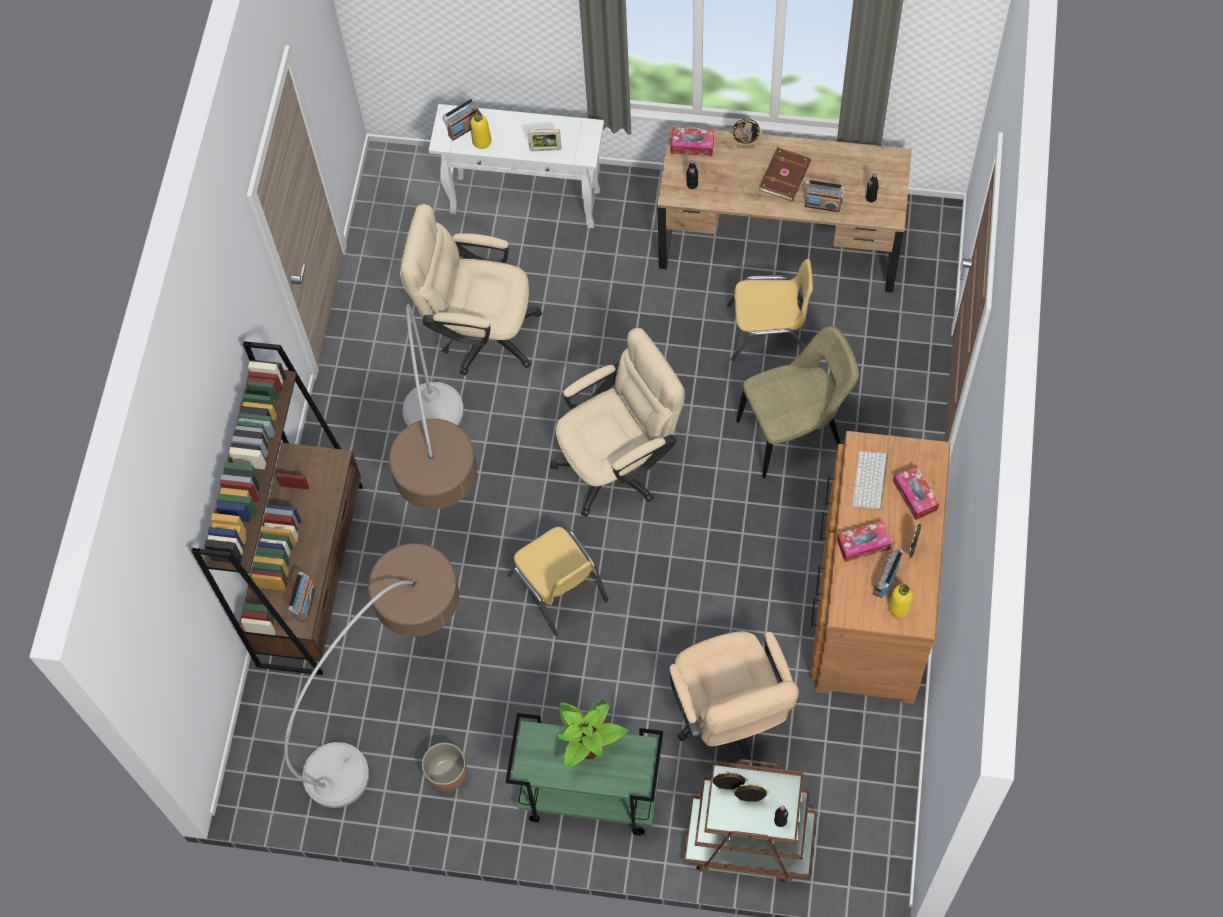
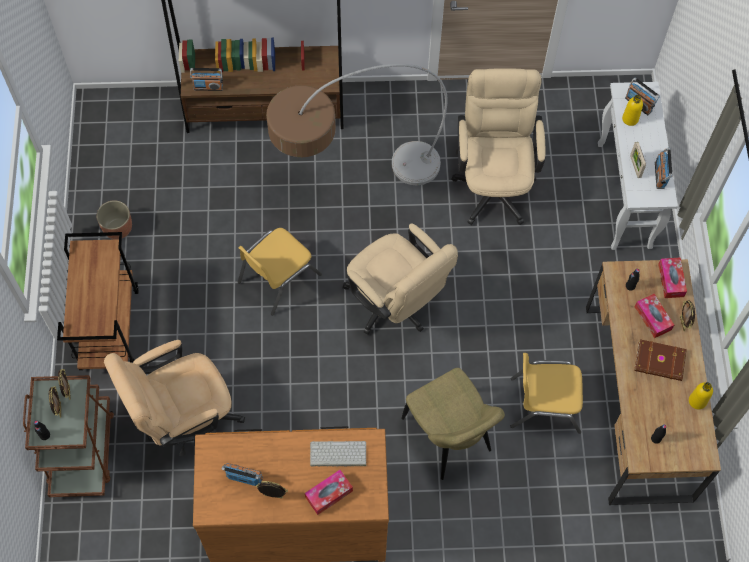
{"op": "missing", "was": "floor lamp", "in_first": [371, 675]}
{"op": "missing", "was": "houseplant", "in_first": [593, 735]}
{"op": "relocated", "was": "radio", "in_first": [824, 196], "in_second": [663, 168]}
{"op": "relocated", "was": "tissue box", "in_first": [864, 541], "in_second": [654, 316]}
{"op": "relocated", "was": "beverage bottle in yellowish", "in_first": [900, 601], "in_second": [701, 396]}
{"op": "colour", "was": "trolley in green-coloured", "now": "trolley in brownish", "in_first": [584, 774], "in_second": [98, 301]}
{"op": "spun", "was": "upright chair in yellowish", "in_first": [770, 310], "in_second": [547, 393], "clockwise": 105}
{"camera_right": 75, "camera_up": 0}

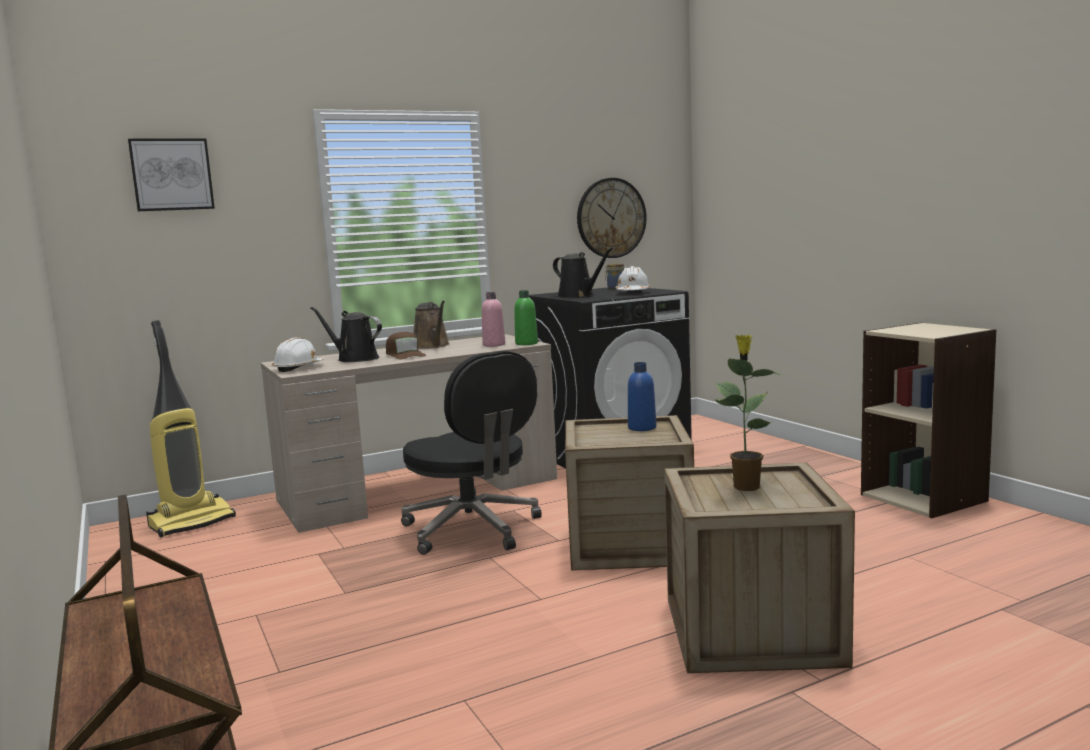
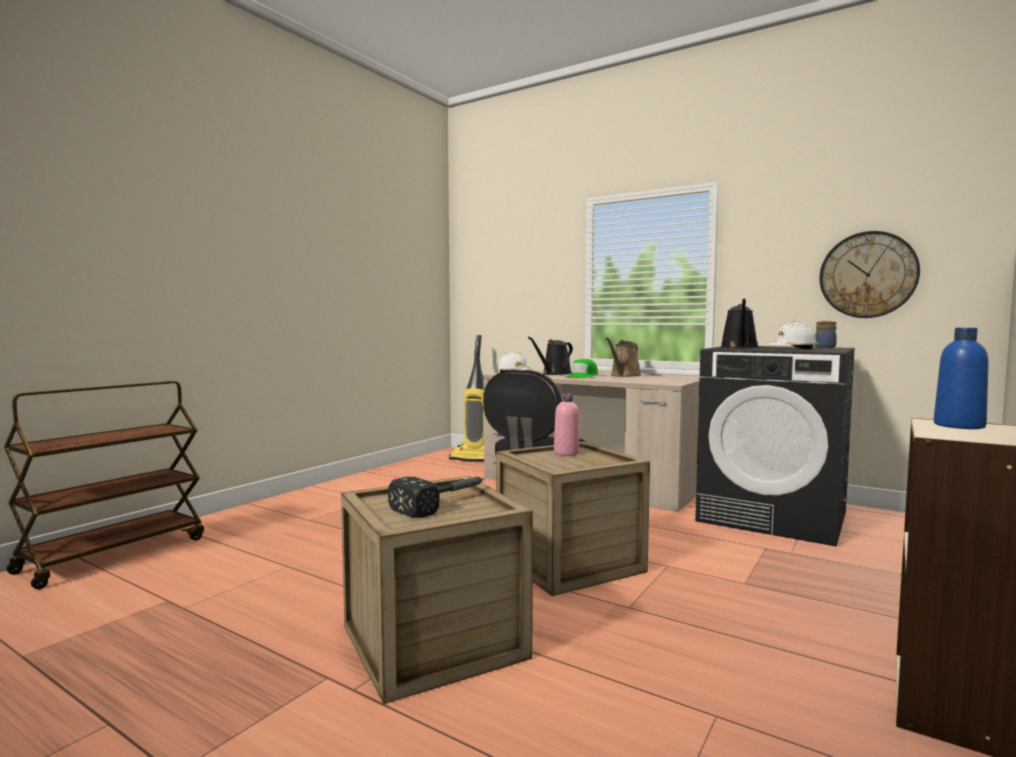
{"op": "missing", "was": "wall picture", "in_first": [171, 175]}
{"op": "missing", "was": "beverage bottle in green-coloured", "in_first": [526, 317]}
{"op": "relocated", "was": "beverage bottle in pink", "in_first": [493, 319], "in_second": [567, 424]}
{"op": "relocated", "was": "beverage bottle in blue", "in_first": [642, 396], "in_second": [961, 378]}
{"op": "exchanged", "was": "houseplant", "now": "hammer", "in_first": [748, 413], "in_second": [436, 497]}
{"op": "colour", "was": "baseball cap in brownish", "now": "baseball cap in green-coloured", "in_first": [406, 345], "in_second": [581, 368]}
{"op": "spun", "was": "watering pot in black-coloured", "in_first": [346, 334], "in_second": [550, 356], "clockwise": -135}
{"camera_right": 60, "camera_up": -5}

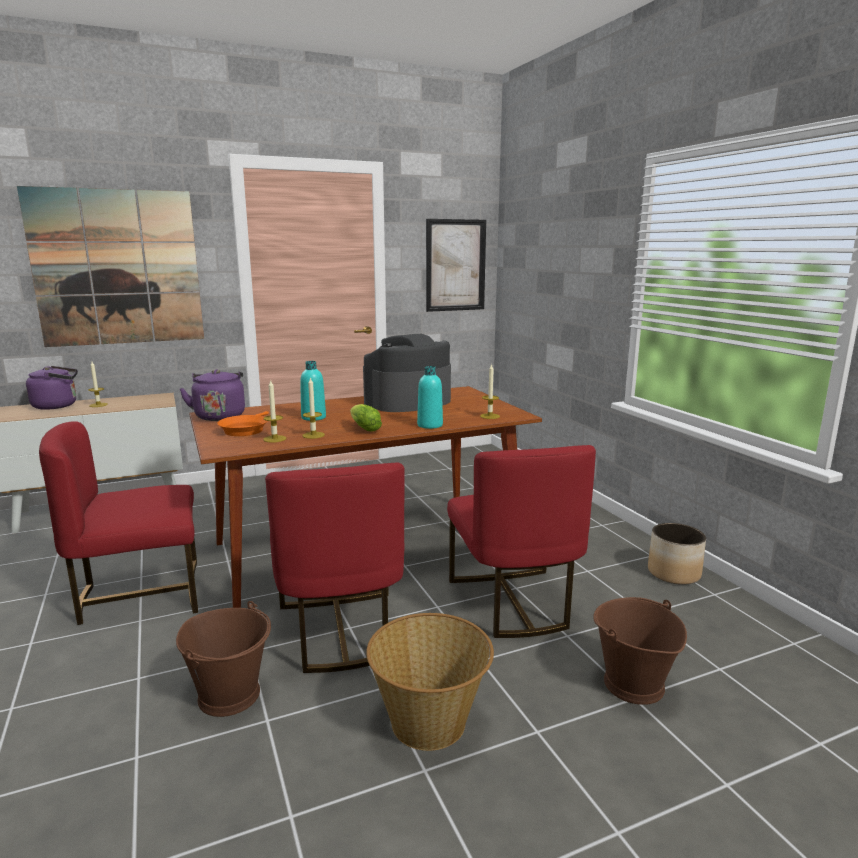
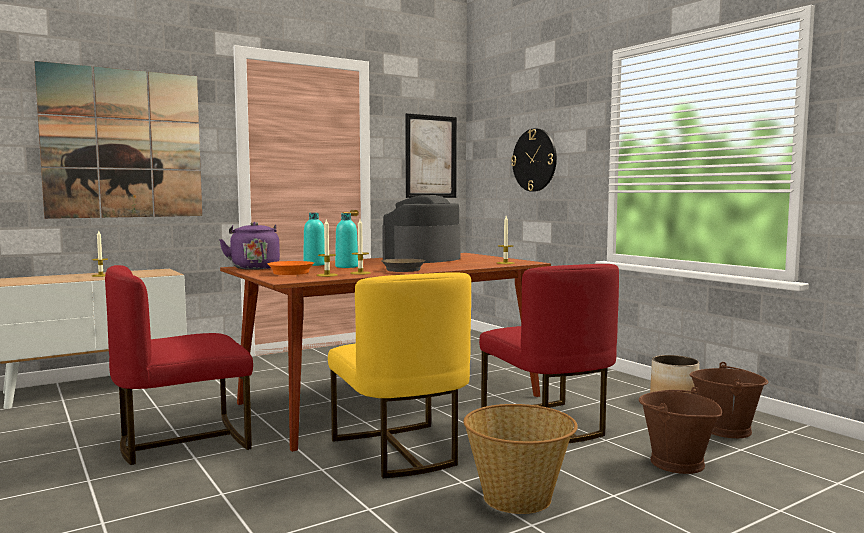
{"op": "missing", "was": "tea kettle in purple-coloured", "in_first": [52, 388]}
{"op": "appeared", "now": "hanging clock", "in_second": [534, 160]}
{"op": "relocated", "was": "bucket in brownish", "in_first": [223, 659], "in_second": [728, 400]}
{"op": "relocated", "was": "beverage bottle in blue-green", "in_first": [430, 397], "in_second": [314, 239]}
{"op": "exchanged", "was": "head of lettuce", "now": "frying pan in brownish", "in_first": [366, 418], "in_second": [403, 265]}
{"op": "colour", "was": "upright chair in red", "now": "upright chair in yellowish", "in_first": [335, 567], "in_second": [399, 375]}
{"camera_right": -10, "camera_up": -10}

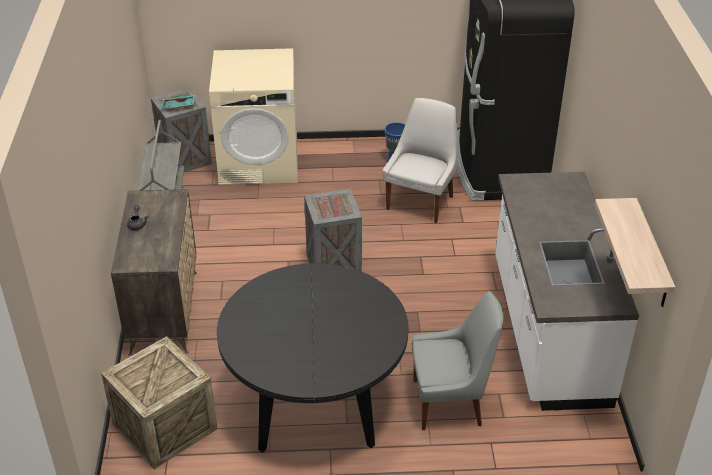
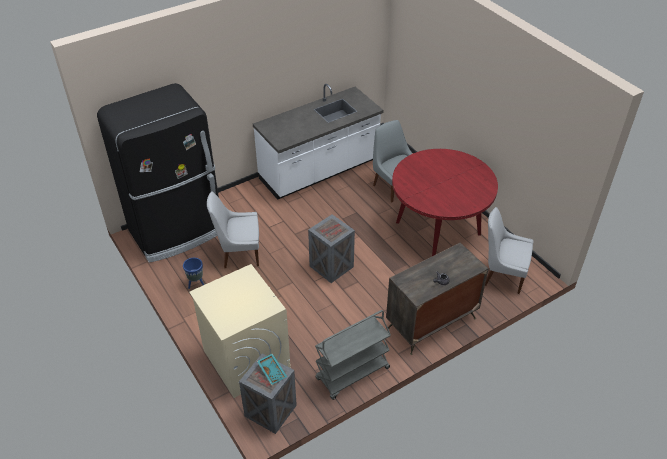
{"op": "missing", "was": "bracket shelf", "in_first": [634, 252]}
{"op": "exchanged", "was": "packing crate", "now": "upright chair in white", "in_first": [159, 402], "in_second": [509, 250]}
{"op": "colour", "was": "dinner table in black-coloured", "now": "dinner table in red", "in_first": [312, 358], "in_second": [445, 202]}
{"camera_right": -120, "camera_up": 5}

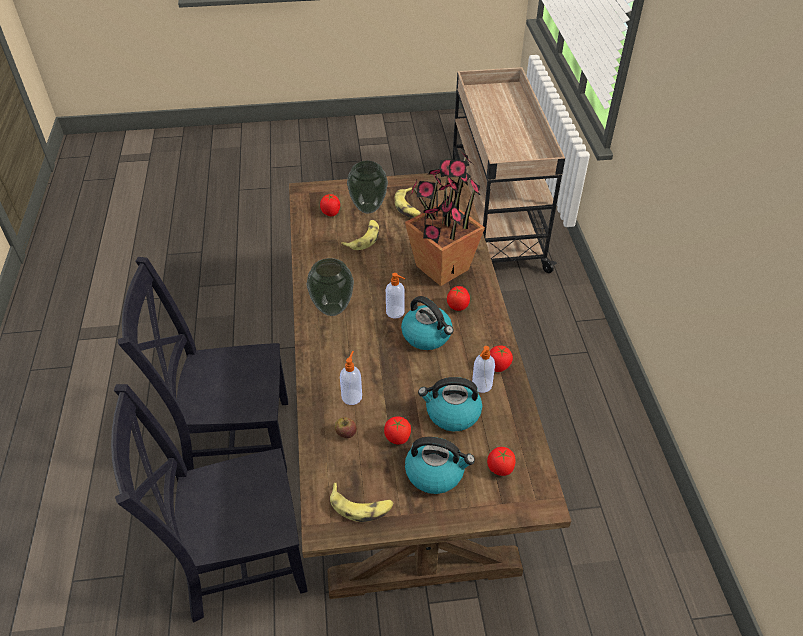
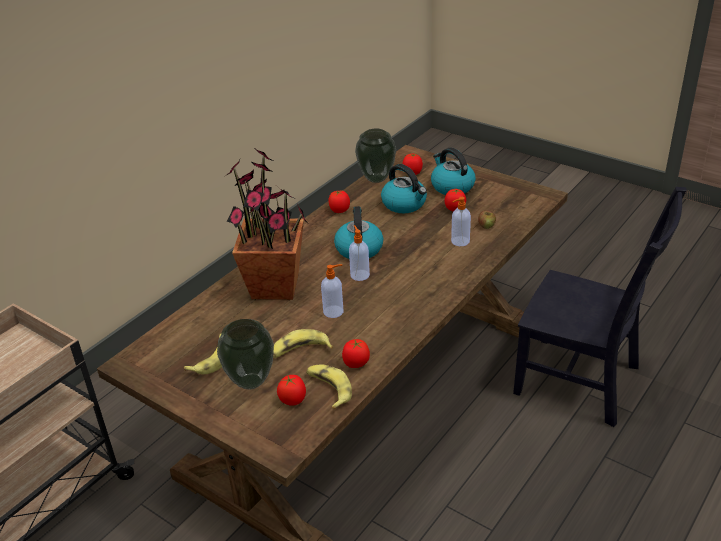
{"op": "missing", "was": "upright chair in black-coloured", "in_first": [202, 364]}
{"op": "relocated", "was": "vase", "in_first": [330, 287], "in_second": [375, 156]}
{"op": "relocated", "was": "banana fruit", "in_first": [362, 502], "in_second": [329, 386]}
{"op": "relocated", "was": "fresh tomato", "in_first": [458, 298], "in_second": [356, 353]}
{"op": "relocated", "was": "soap dispenser", "in_first": [483, 369], "in_second": [332, 291]}
{"camera_right": -135, "camera_up": -10}

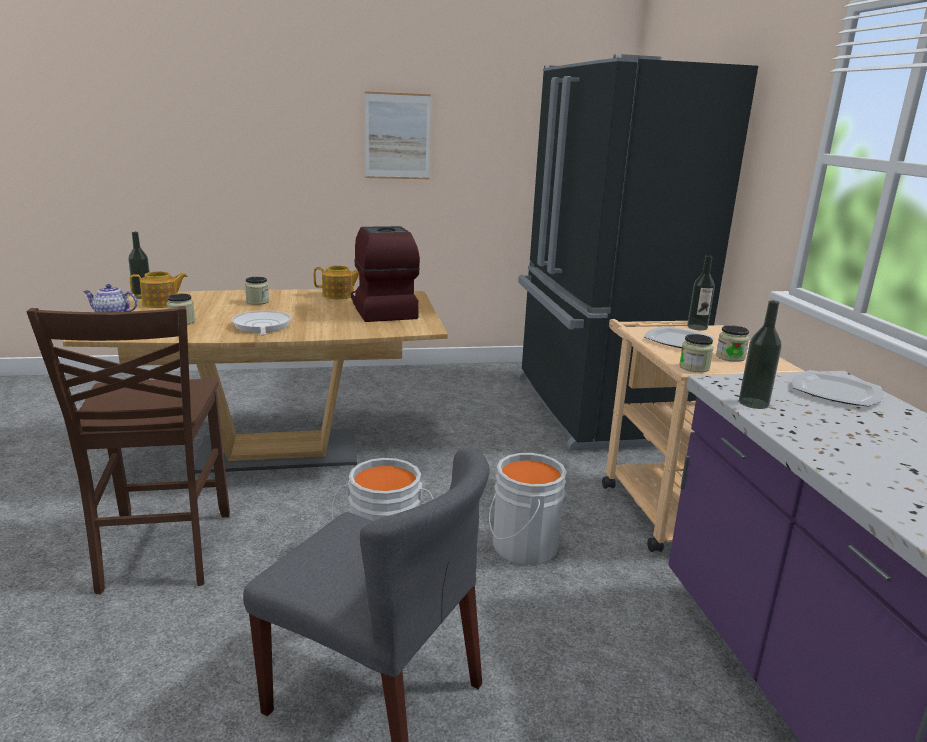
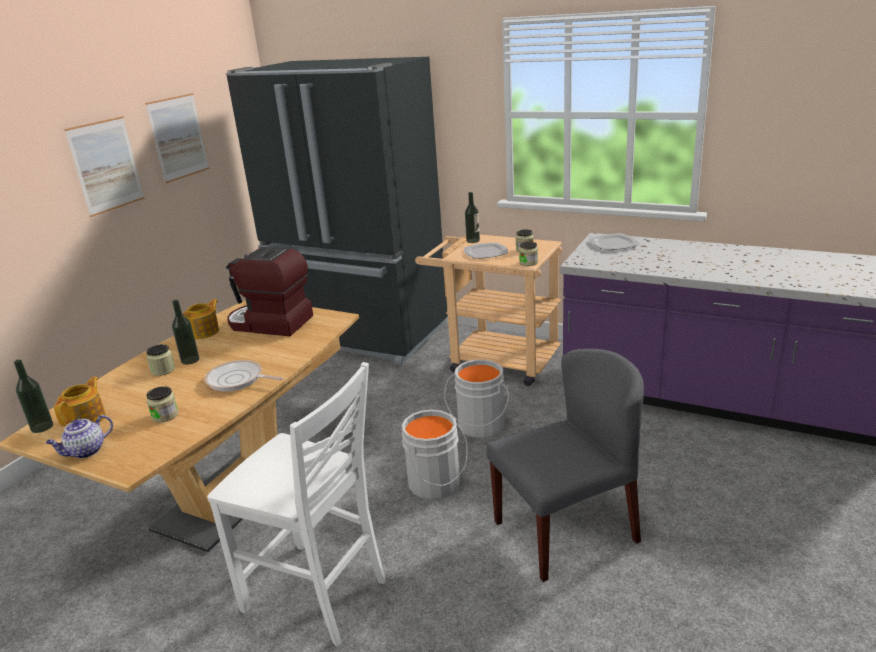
{"op": "appeared", "now": "wall picture", "in_second": [177, 138]}
{"op": "relocated", "was": "beverage bottle", "in_first": [760, 354], "in_second": [185, 332]}
{"op": "colour", "was": "upright chair in brownish", "now": "upright chair in white", "in_first": [128, 450], "in_second": [296, 504]}
{"camera_right": -50, "camera_up": 5}

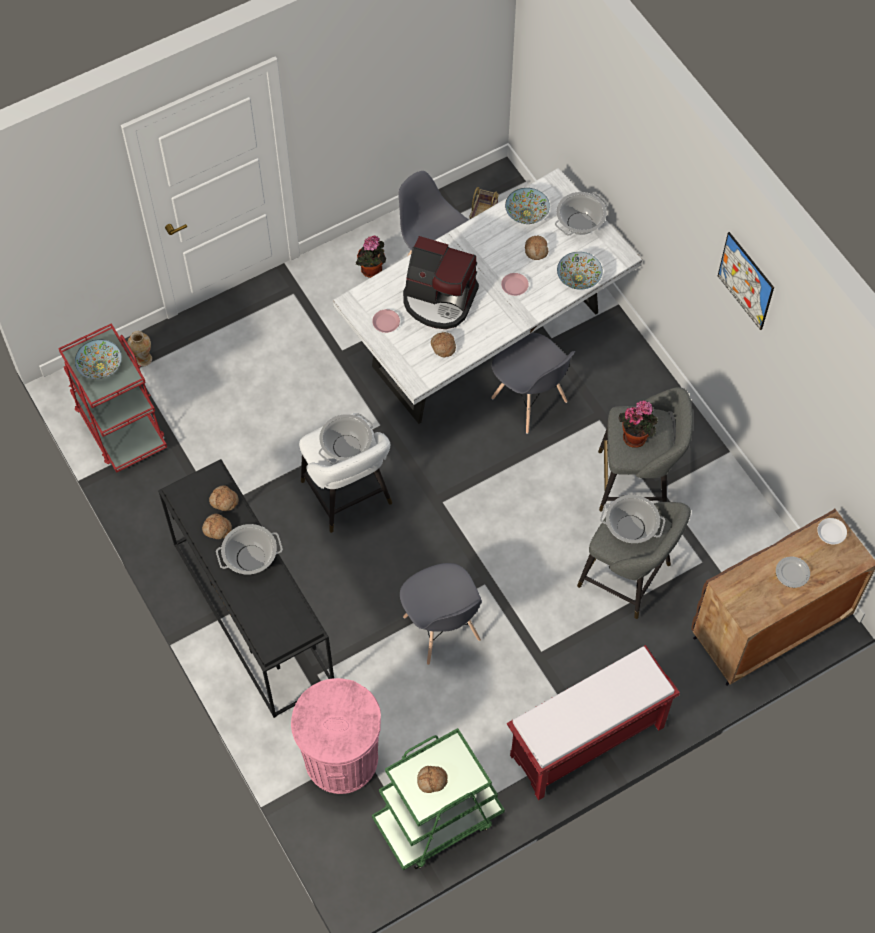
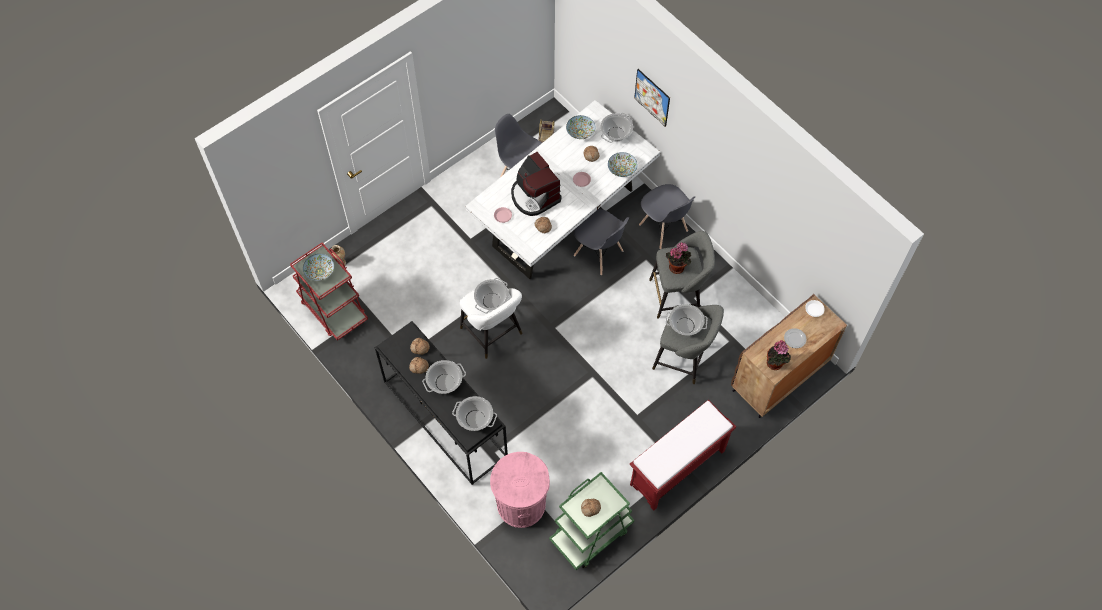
{"op": "appeared", "now": "cooking pot", "in_second": [474, 413]}
{"op": "relocated", "was": "houseplant", "in_first": [371, 257], "in_second": [779, 355]}
{"op": "relocated", "was": "upright chair in grey", "in_first": [441, 614], "in_second": [667, 216]}
{"op": "relocated", "was": "wall picture", "in_first": [746, 281], "in_second": [652, 98]}
{"op": "spun", "was": "coffee brewer", "in_first": [441, 282], "in_second": [536, 184], "clockwise": 45}
{"camera_right": -10, "camera_up": 0}

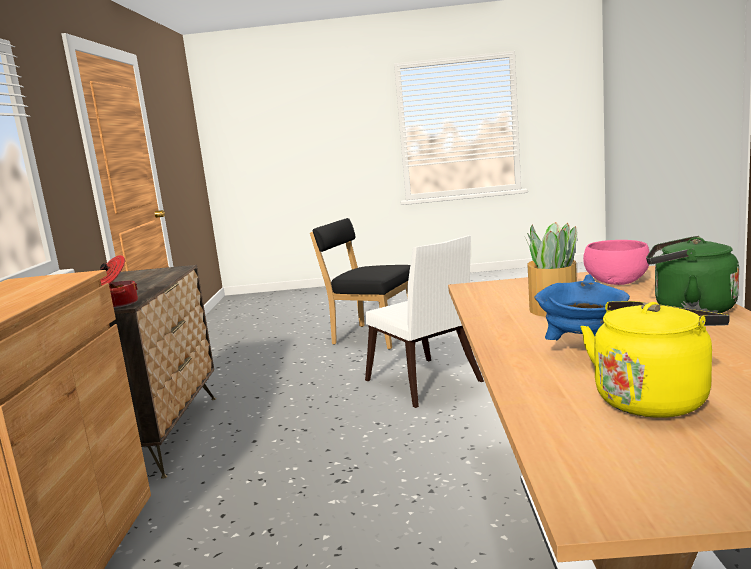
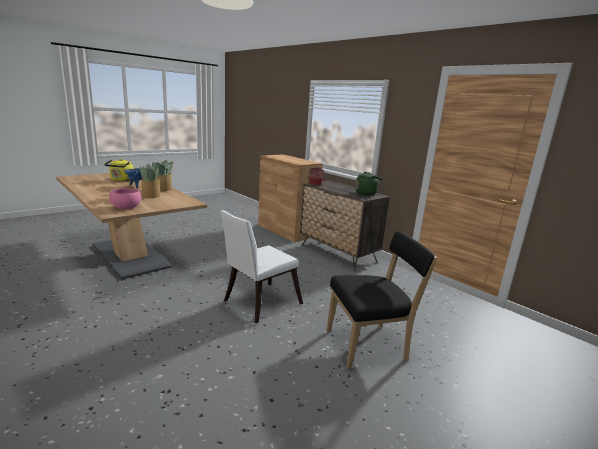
{"op": "appeared", "now": "houseplant", "in_second": [163, 175]}
{"op": "relocated", "was": "tea kettle in green-coloured", "in_first": [692, 274], "in_second": [369, 183]}
{"op": "spun", "was": "upright chair in white", "in_first": [424, 321], "in_second": [262, 266], "clockwise": -60}
{"camera_right": 135, "camera_up": 5}

